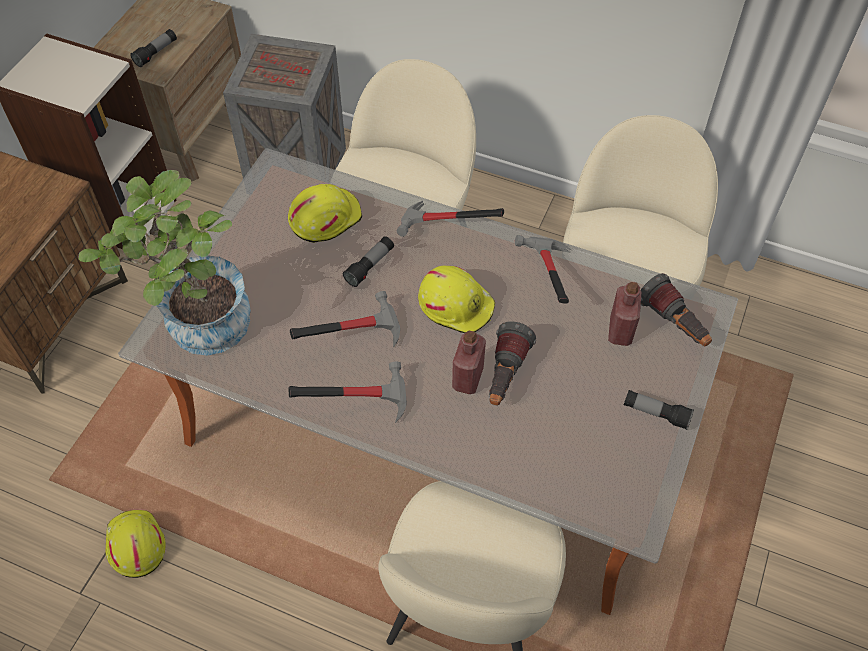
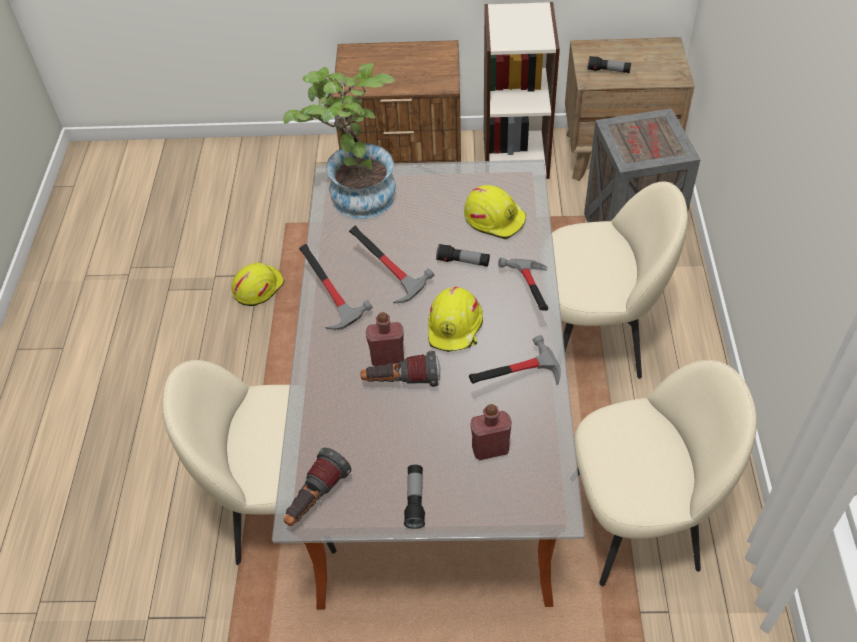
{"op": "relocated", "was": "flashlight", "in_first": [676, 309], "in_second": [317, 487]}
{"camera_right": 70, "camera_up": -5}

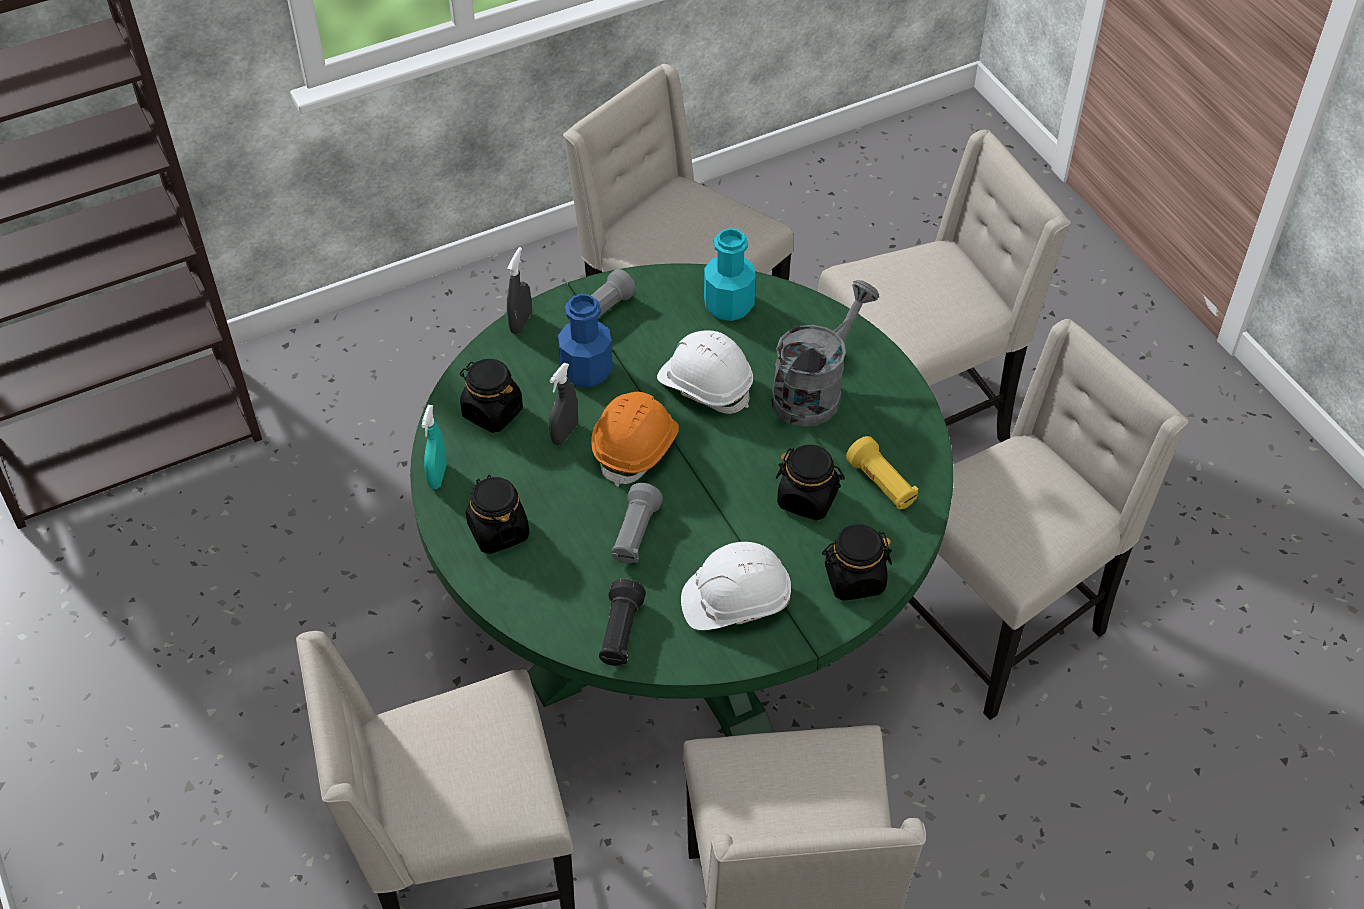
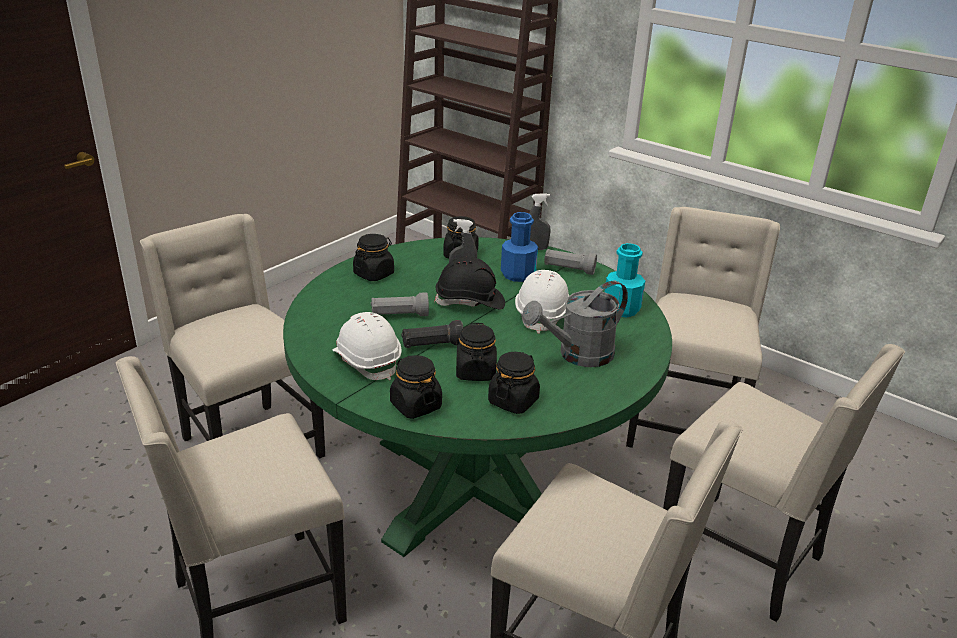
{"op": "missing", "was": "sprayer in blue-green", "in_first": [434, 447]}
{"op": "relocated", "was": "flashlight in black-coloured", "in_first": [622, 622], "in_second": [432, 334]}
{"op": "exchanged", "was": "flashlight in yellowish", "now": "preserve jar in black-coloured", "in_first": [882, 472], "in_second": [514, 383]}
{"op": "colour", "was": "hard hat in orangey", "now": "hard hat in black-coloured", "in_first": [635, 439], "in_second": [469, 283]}
{"op": "spun", "was": "watering pot in grey", "in_first": [825, 353], "in_second": [575, 324], "clockwise": 135}
{"camera_right": 65, "camera_up": -20}

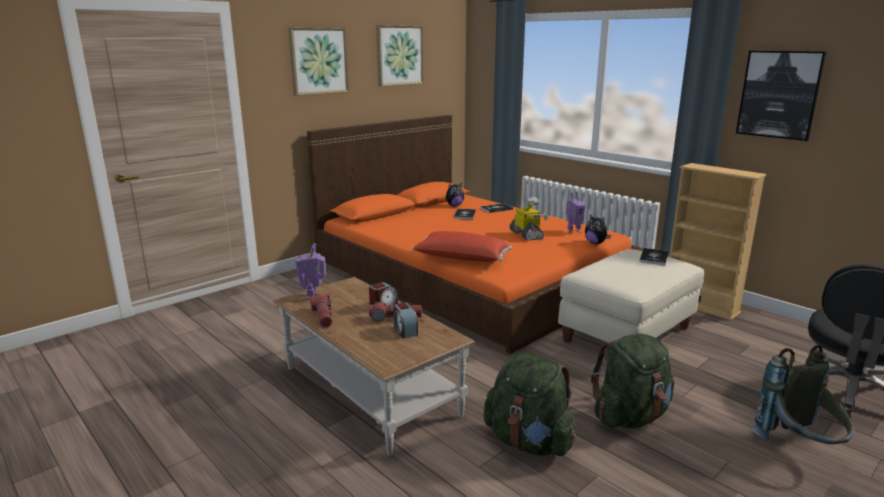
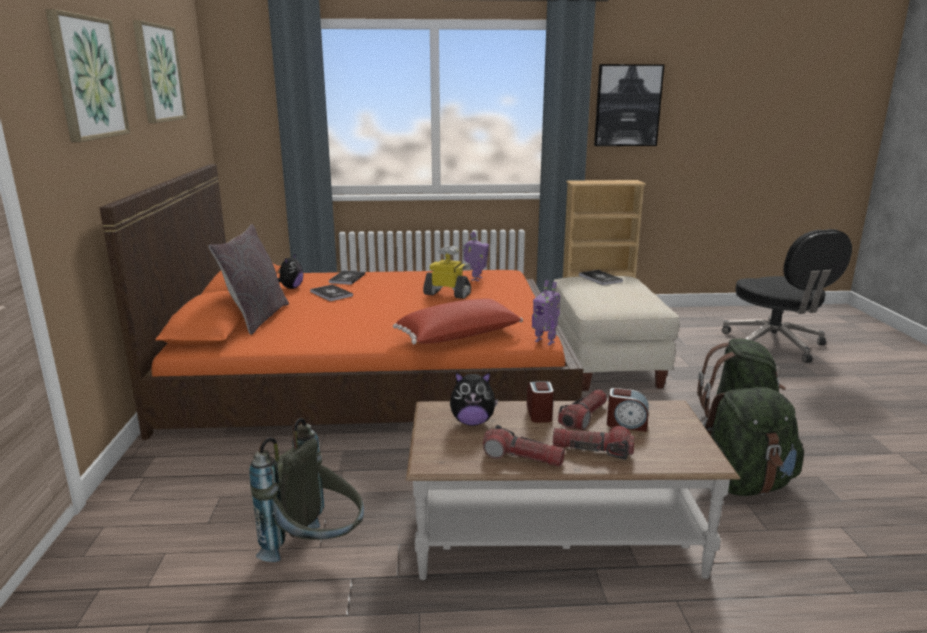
{"op": "appeared", "now": "throw pillow in grey", "in_second": [248, 279]}
{"op": "appeared", "now": "flashlight", "in_second": [593, 443]}
{"op": "relocated", "was": "robot figure", "in_first": [310, 271], "in_second": [546, 312]}
{"op": "relocated", "was": "soft toy", "in_first": [598, 229], "in_second": [474, 399]}
{"op": "relocated", "was": "backpack in grey", "in_first": [801, 394], "in_second": [306, 490]}
{"camera_right": -50, "camera_up": 0}

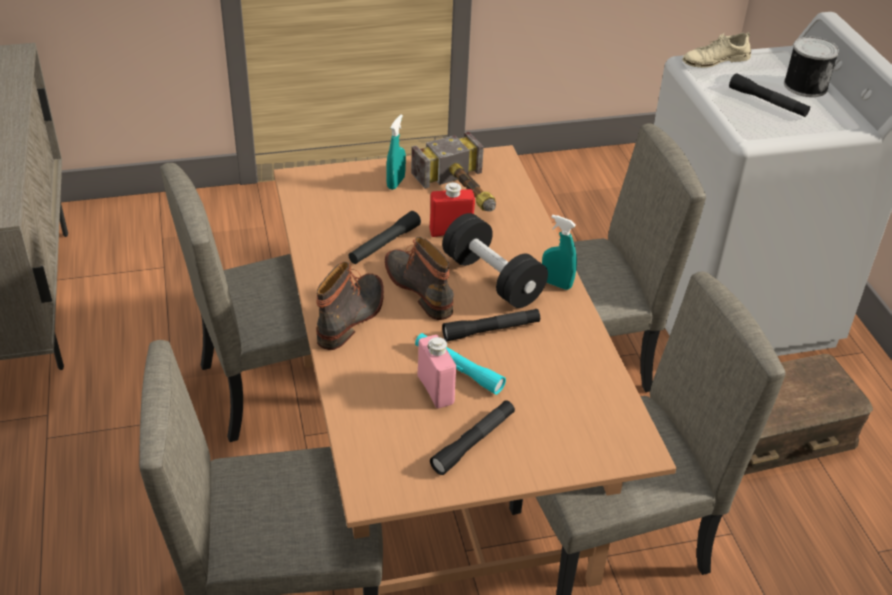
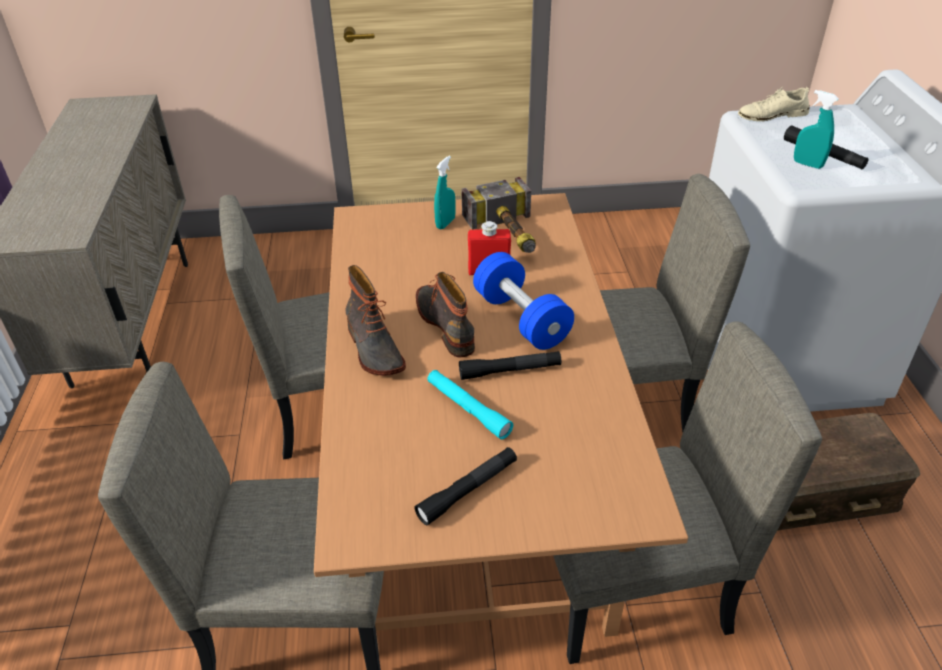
{"op": "missing", "was": "flashlight in black-coloured", "in_first": [384, 237]}
{"op": "missing", "was": "beverage bottle in pink", "in_first": [437, 371]}
{"op": "missing", "was": "can", "in_first": [811, 67]}
{"op": "relocated", "was": "sprayer in blue-green", "in_first": [559, 252], "in_second": [816, 129]}
{"op": "colour", "was": "hand weight in black-coloured", "now": "hand weight in blue", "in_first": [495, 260], "in_second": [523, 301]}
{"op": "spun", "was": "boot", "in_first": [350, 306], "in_second": [375, 320], "clockwise": 120}
{"camera_right": 10, "camera_up": 0}

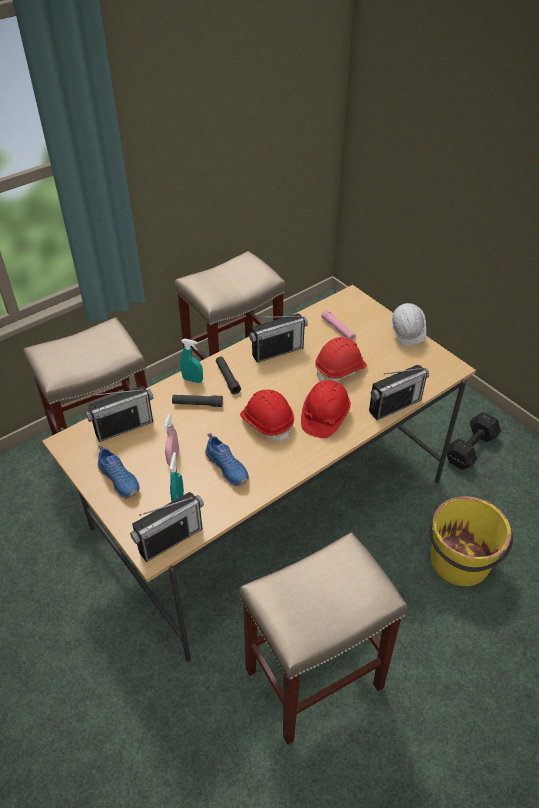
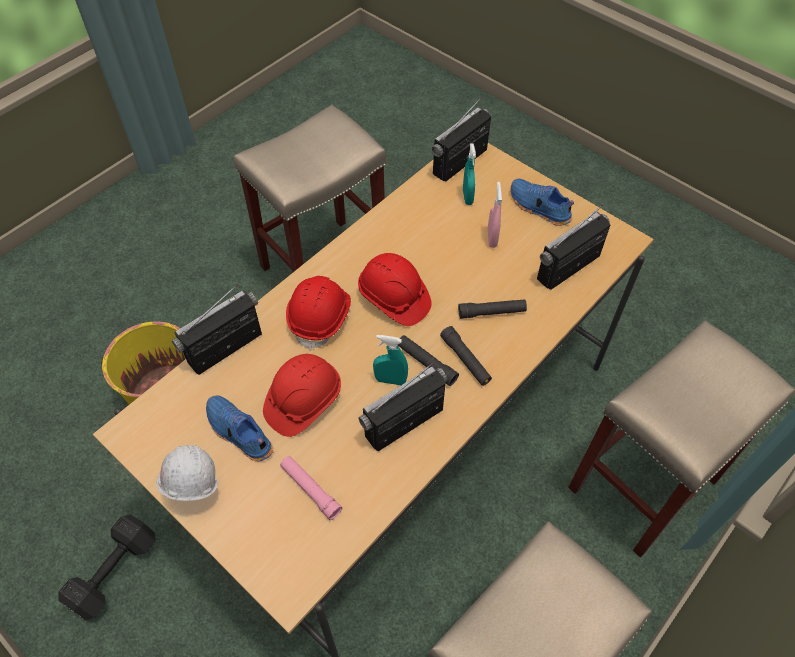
{"op": "appeared", "now": "flashlight in black-coloured", "in_second": [428, 360]}
{"op": "relocated", "was": "sprayer in blue-green", "in_first": [191, 361], "in_second": [390, 360]}
{"op": "relocated", "was": "low shoe in blue", "in_first": [227, 459], "in_second": [239, 428]}
{"camera_right": 170, "camera_up": 10}

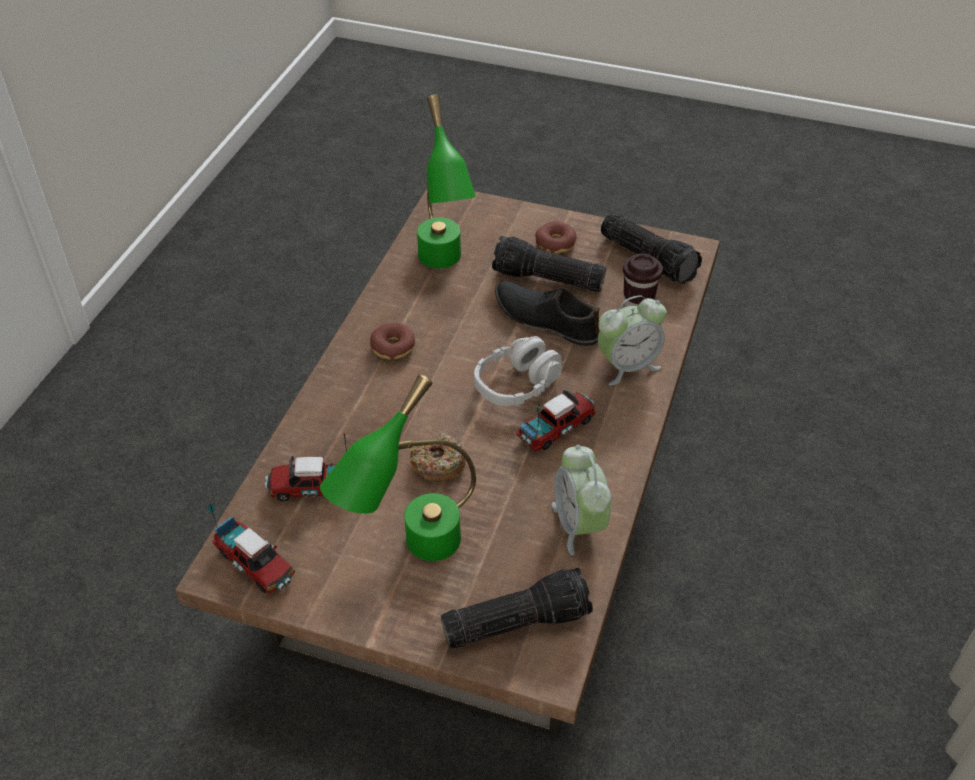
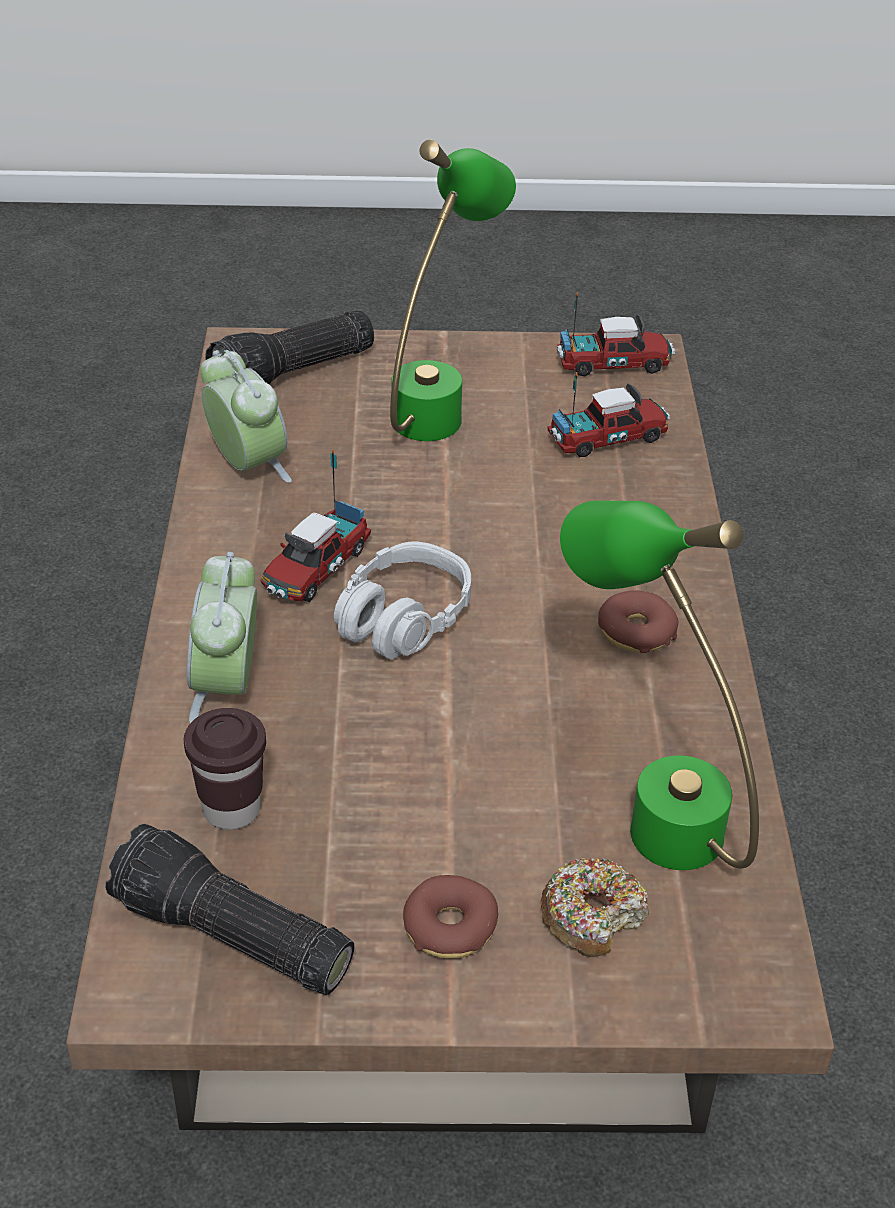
{"op": "missing", "was": "flashlight", "in_first": [549, 264]}
{"op": "missing", "was": "low shoe in black-coloured", "in_first": [547, 313]}
{"op": "relocated", "was": "ring doughnut", "in_first": [438, 457], "in_second": [595, 907]}
{"op": "spun", "was": "toy lorry", "in_first": [251, 548], "in_second": [616, 334], "clockwise": 150}
{"op": "spun", "was": "alarm clock", "in_first": [632, 340], "in_second": [222, 637], "clockwise": -45}
{"camera_right": 160, "camera_up": -5}

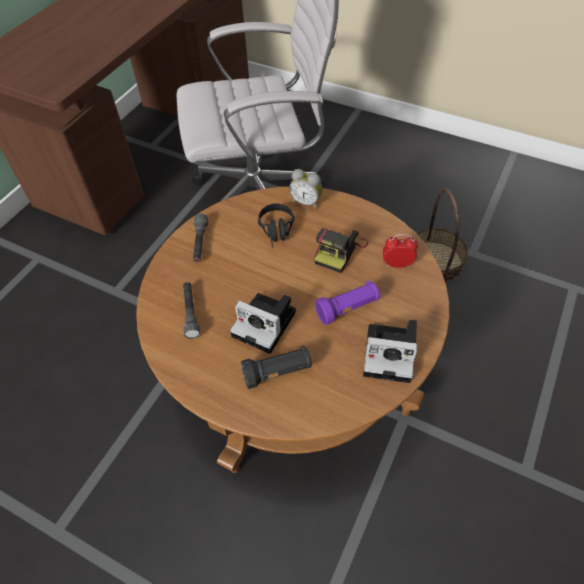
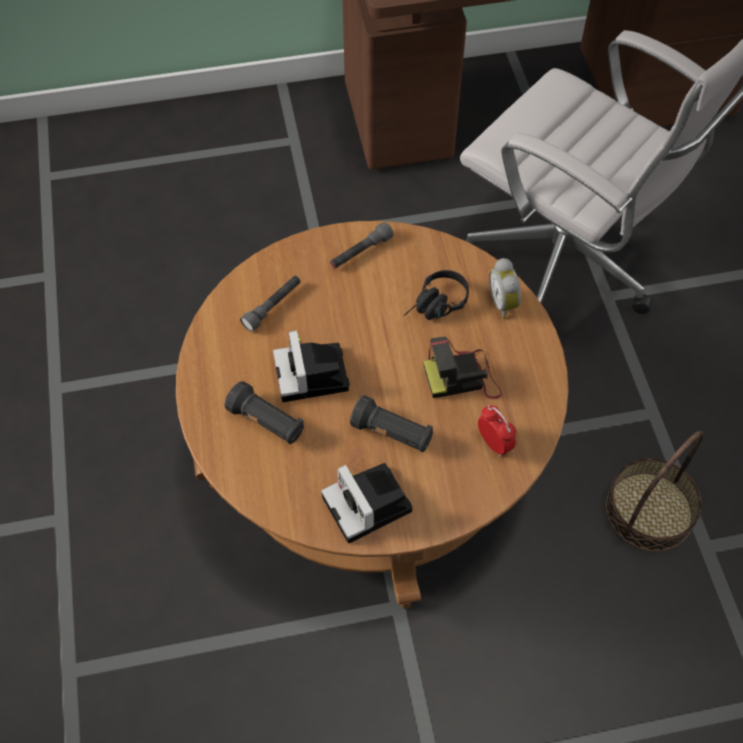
{"op": "colour", "was": "flashlight in purple-coloured", "now": "flashlight in black-coloured", "in_first": [347, 302], "in_second": [391, 423]}
{"camera_right": 50, "camera_up": 5}

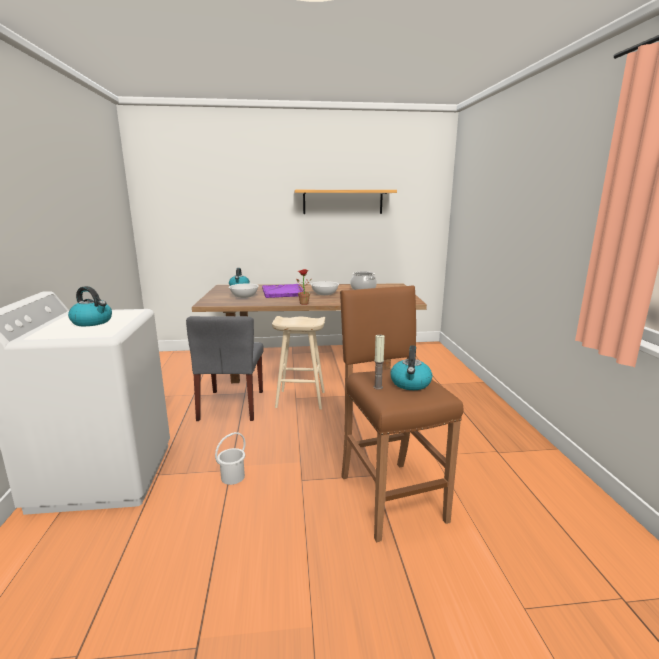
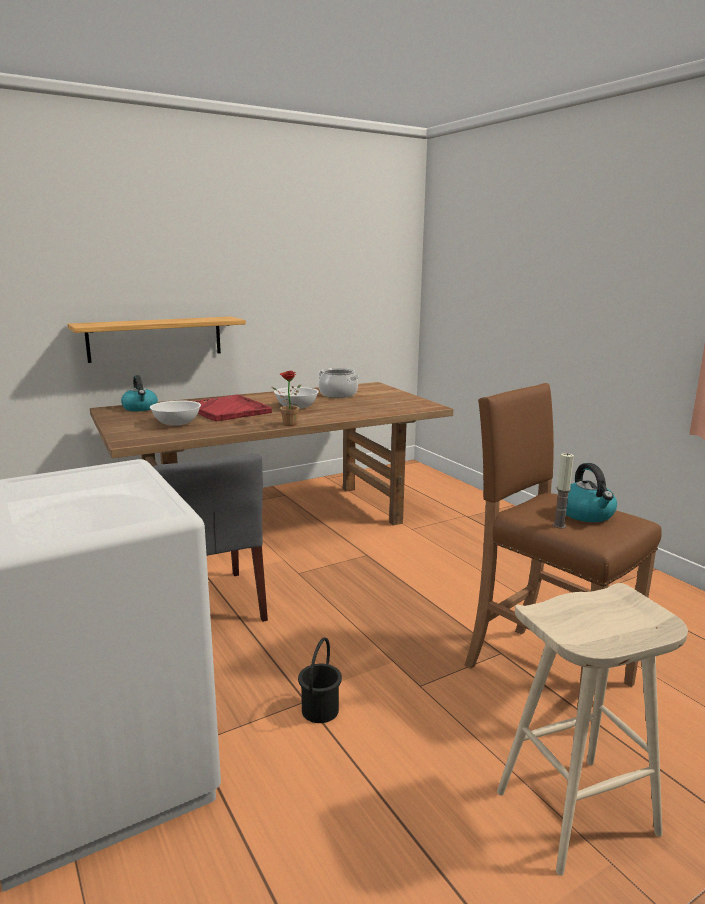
{"op": "missing", "was": "tea kettle", "in_first": [90, 306]}
{"op": "relocated", "was": "stool seat in beige-coloured", "in_first": [298, 362], "in_second": [592, 729]}
{"op": "relocated", "was": "bracket shelf", "in_first": [345, 202], "in_second": [156, 340]}
{"op": "colour", "was": "bucket in white", "now": "bucket in black-coloured", "in_first": [230, 458], "in_second": [320, 680]}
{"op": "colour", "was": "serving tray in purple-coloured", "now": "serving tray in red", "in_first": [283, 291], "in_second": [233, 408]}
{"camera_right": -25, "camera_up": 0}

